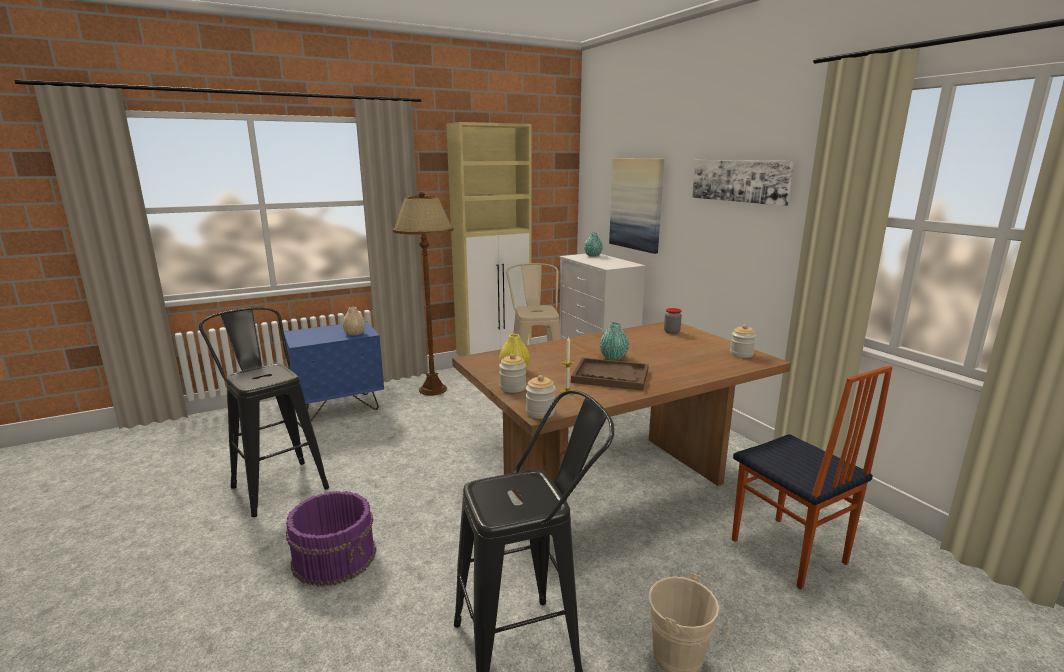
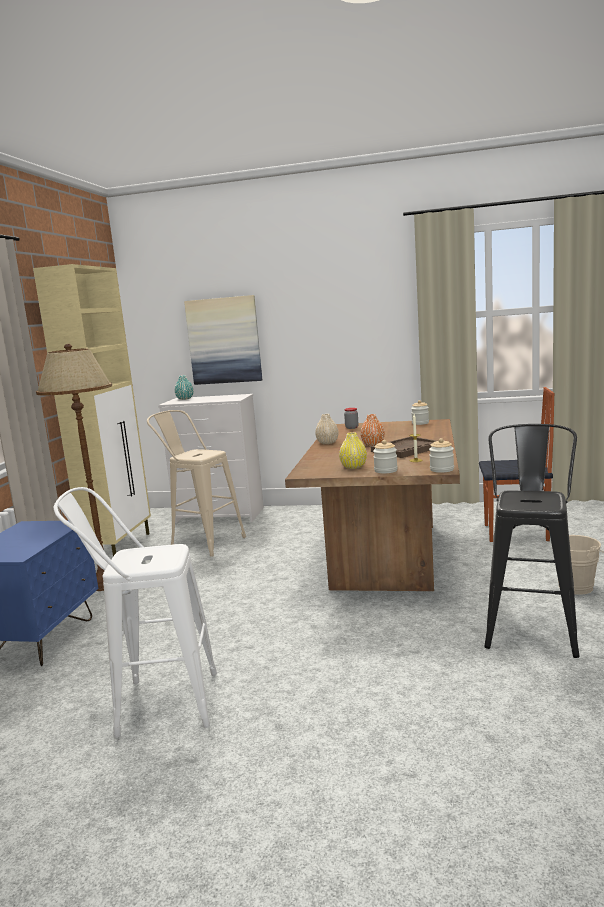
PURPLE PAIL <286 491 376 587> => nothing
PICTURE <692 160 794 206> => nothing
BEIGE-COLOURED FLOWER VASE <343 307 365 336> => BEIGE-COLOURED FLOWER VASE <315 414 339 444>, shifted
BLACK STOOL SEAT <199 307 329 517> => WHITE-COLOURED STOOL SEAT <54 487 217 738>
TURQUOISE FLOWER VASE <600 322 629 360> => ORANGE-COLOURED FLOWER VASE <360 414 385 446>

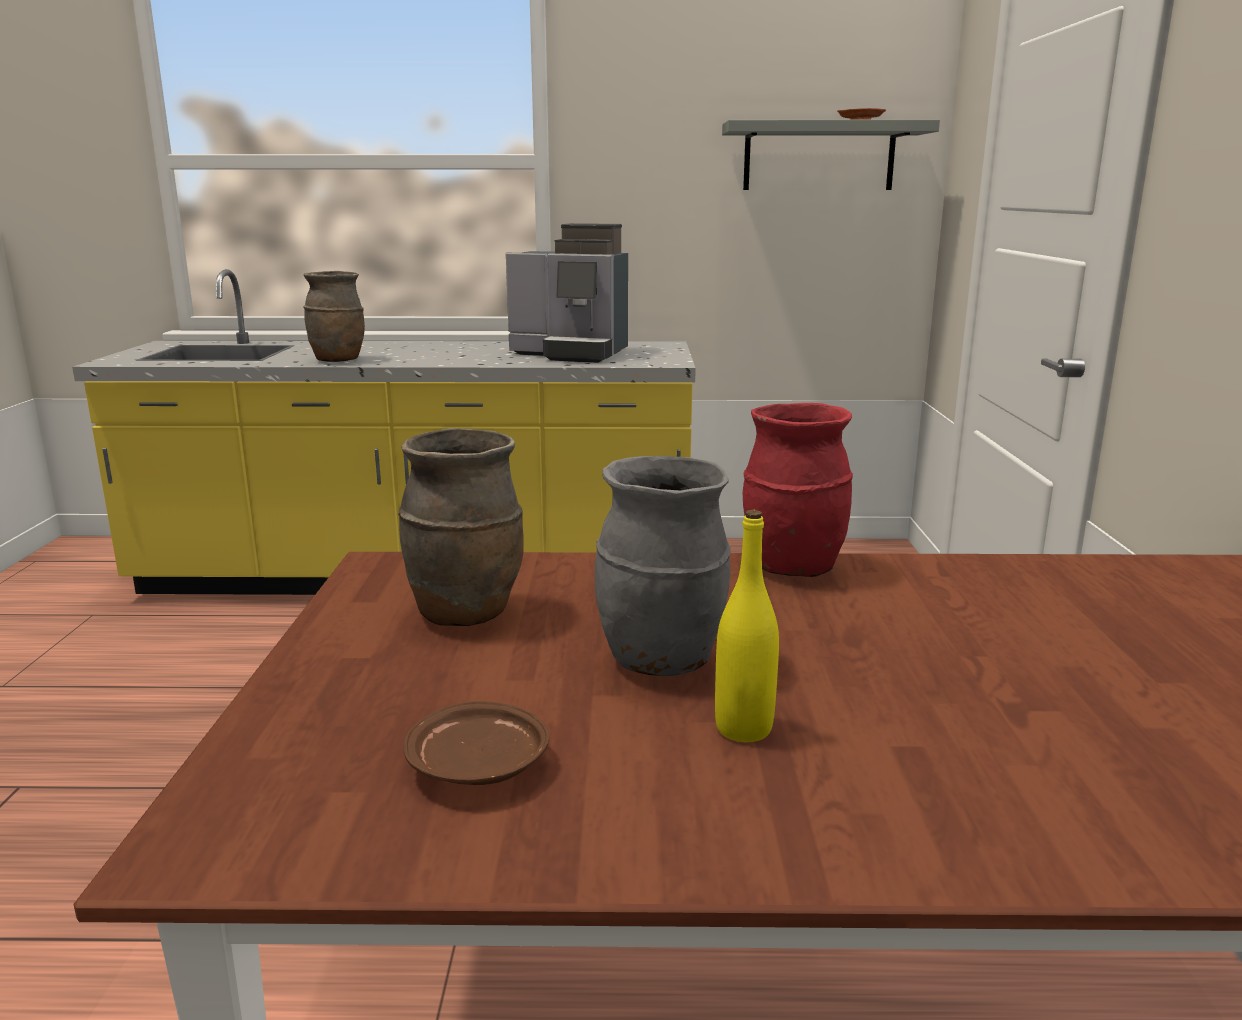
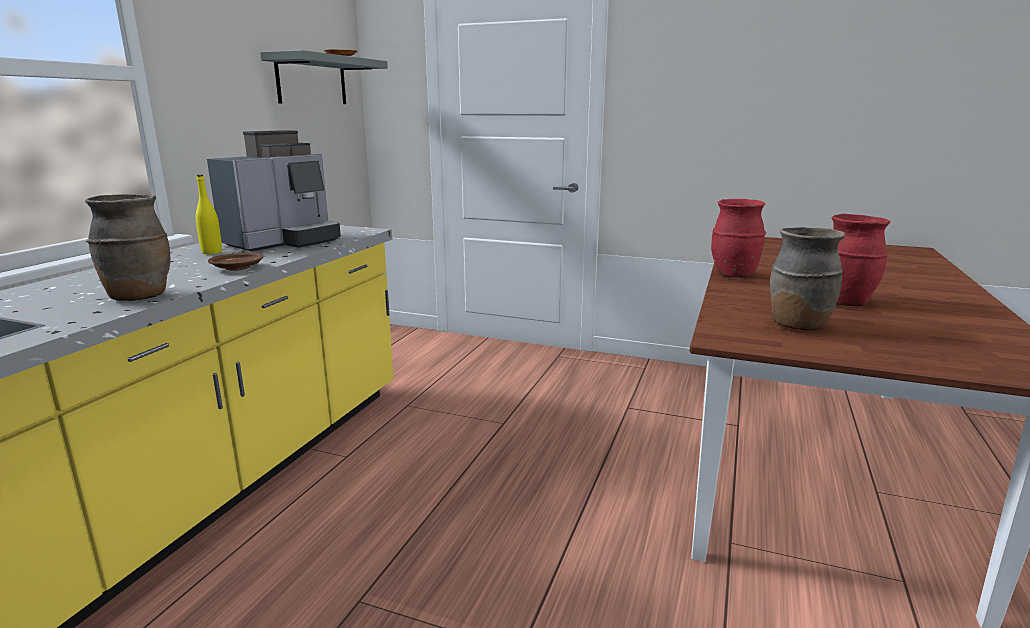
BROWN DINNER PLATE <404 701 549 785> => BROWN DINNER PLATE <208 253 263 271>, shifted
YELLOW BEVERAGE BOTTLE <715 510 779 742> => YELLOW BEVERAGE BOTTLE <196 175 222 254>, shifted
GREY FLOWER VASE <595 456 731 676> => REDDISH FLOWER VASE <831 214 890 306>

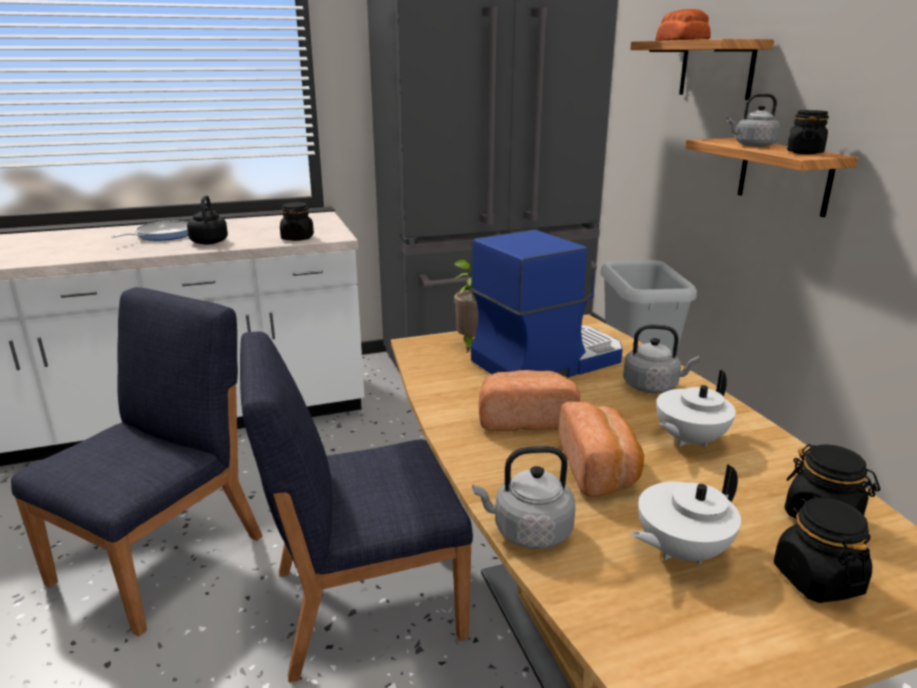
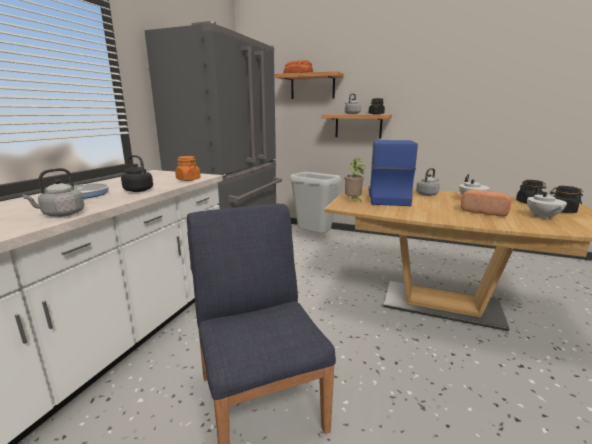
BLUISH UPRIGHT CHAIR <240 331 473 682> => nothing
BAKED BREAD <479 370 580 431> => nothing
GREY KETTLE <472 446 575 549> => GREY KETTLE <22 168 84 217>, shifted
BLACK STORAGE JAR <280 202 314 241> => ORANGE-COLOURED STORAGE JAR <175 156 201 181>

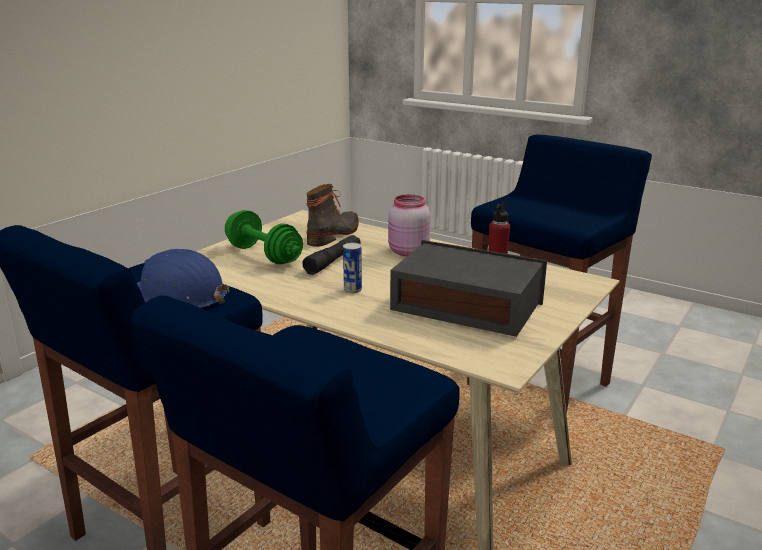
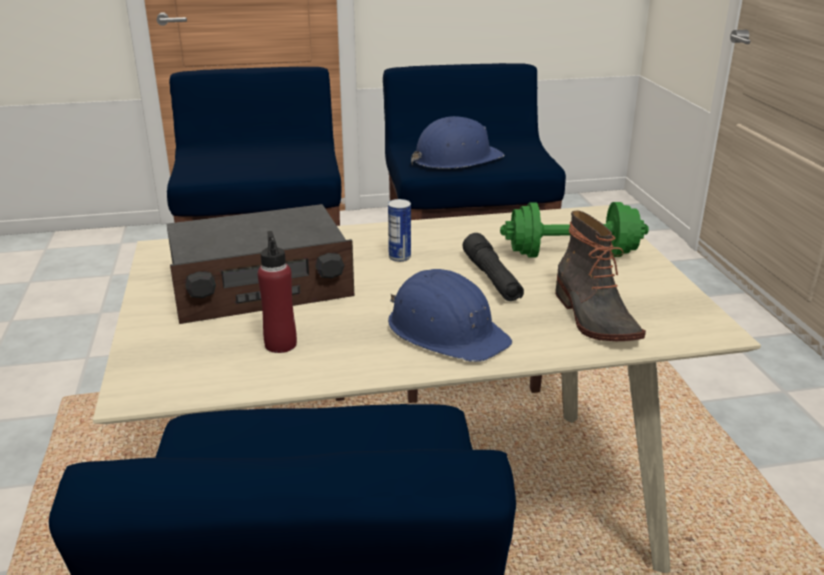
PINK-COLOURED STORAGE JAR <388 195 430 256> => BLUISH WORK HELMET <388 269 512 362>

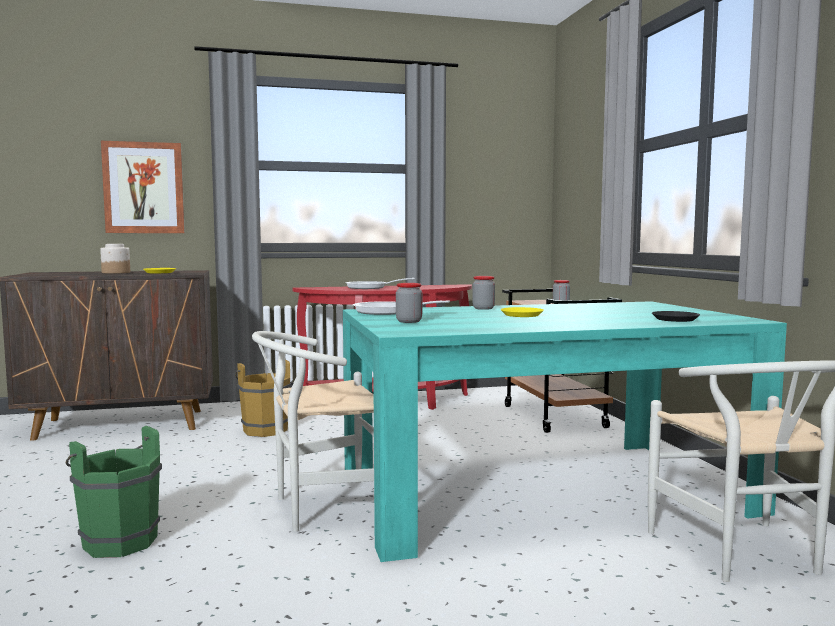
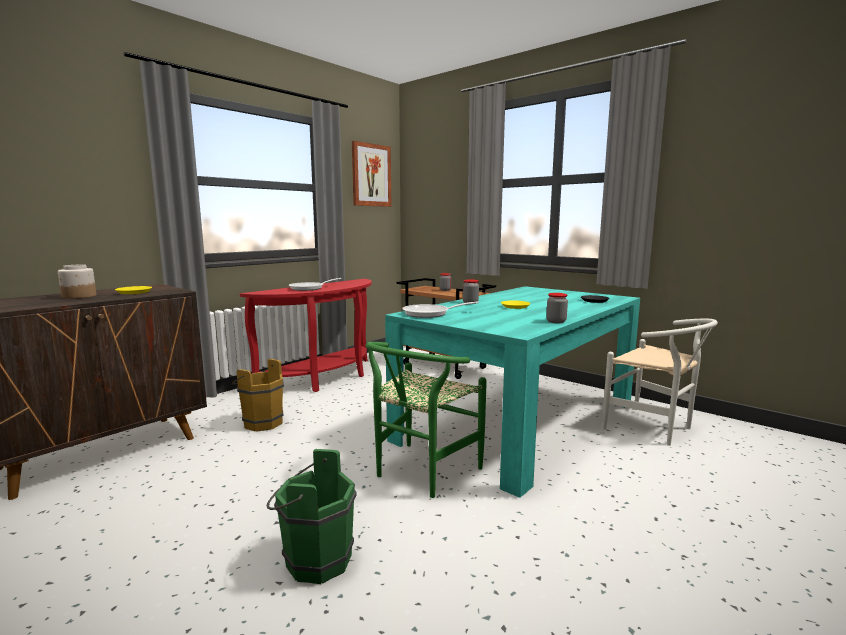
PICTURE <101 141 185 233> => PICTURE <352 141 391 207>, shifted
STORAGE JAR <396 283 422 323> => STORAGE JAR <546 293 568 323>, shifted
WHITE-COLOURED UPRIGHT CHAIR <252 331 374 532> => GREEN UPRIGHT CHAIR <366 342 487 498>

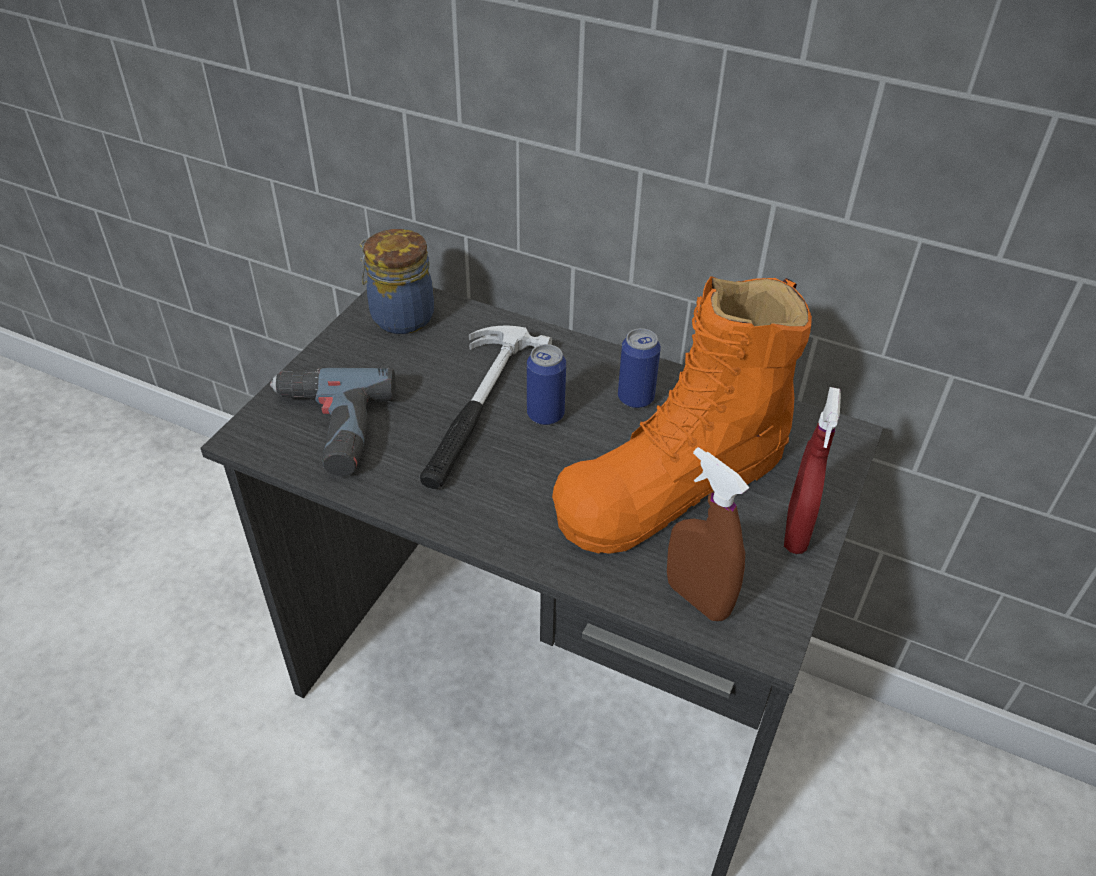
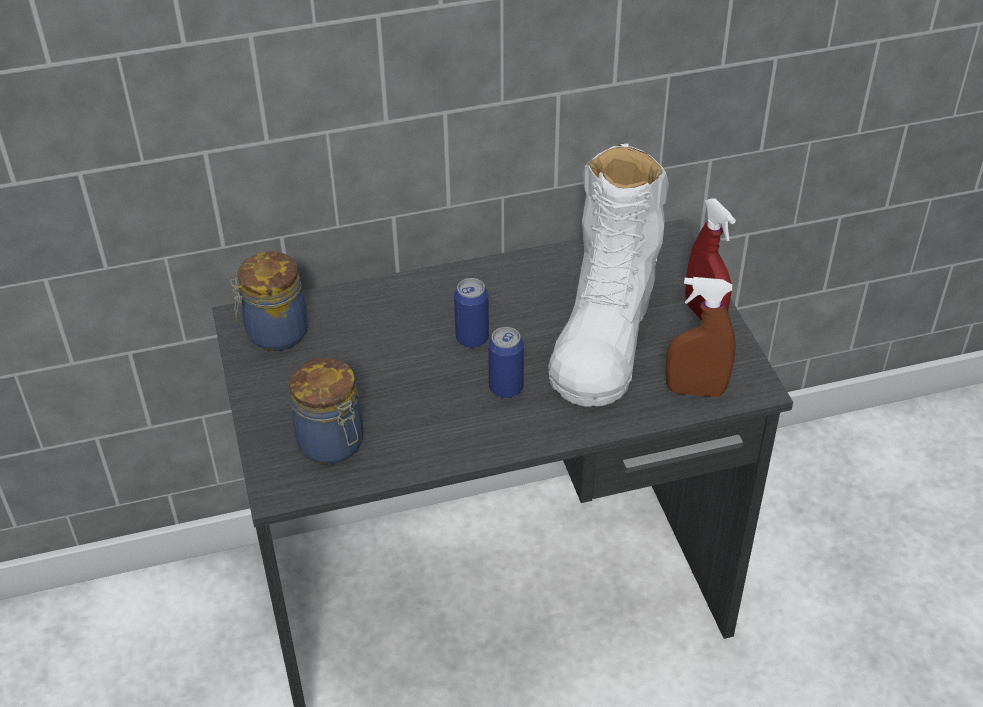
TOOL HAMMER <419 325 552 489> => nothing
METAL CAN <618 328 661 408> => METAL CAN <488 327 524 399>, shifted
ELECTRIC DRILL <270 368 396 476> => STORAGE JAR <289 358 363 464>
ORANGE-COLOURED TALL BOOT <552 276 812 554> => WHITE-COLOURED TALL BOOT <548 143 669 407>

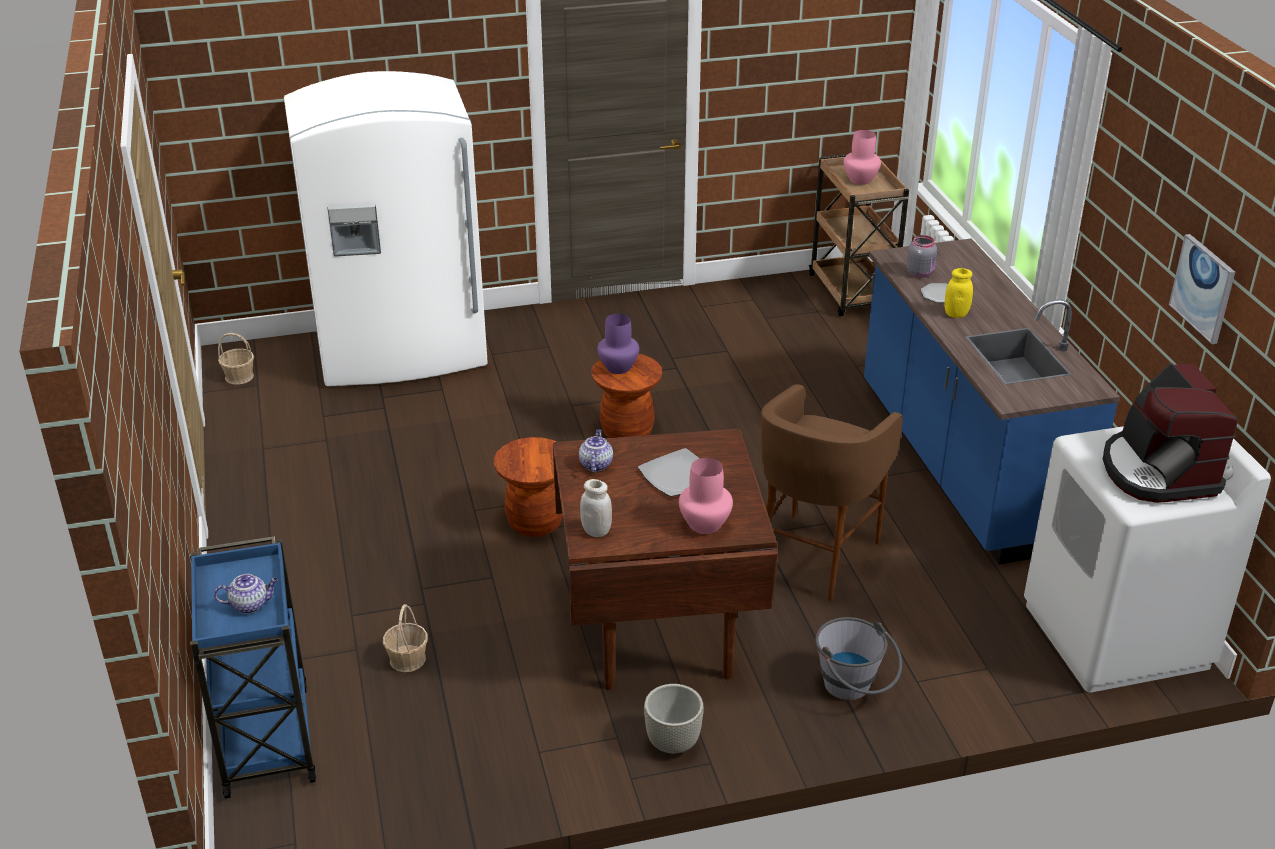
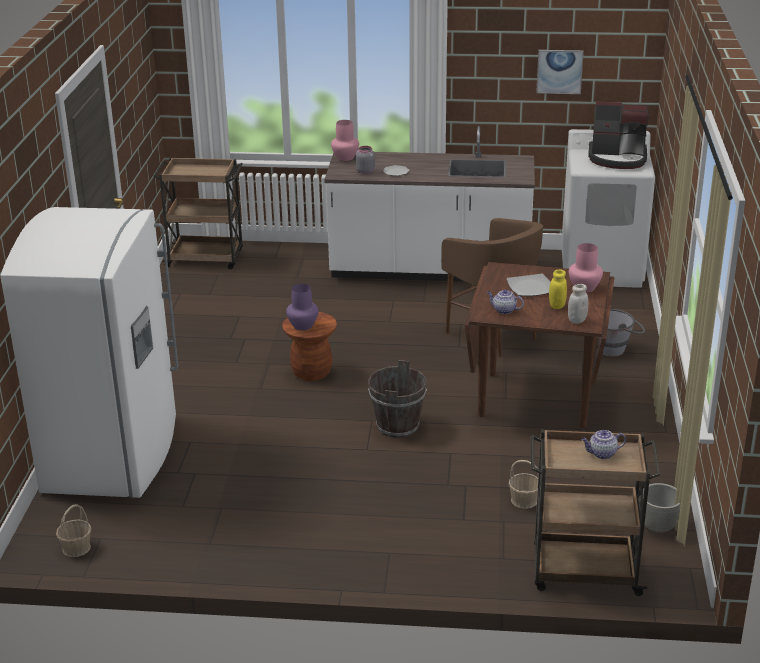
GREY PLANT POT <644 684 704 754> => GREY PLANT POT <643 483 681 533>, shifted
PINK-COLOURED FLOWER VASE <843 130 881 185> => PINK-COLOURED FLOWER VASE <331 120 359 161>, shifted
YELLOW STORAGE JAR <944 268 973 318> => YELLOW STORAGE JAR <549 269 567 309>, shifted
BROWN STOOL SEAT <494 437 563 537> => BROWN PAIL <368 360 427 438>
BLUISH CART <190 536 316 799> => BROWN CART <531 429 660 596>
BLUISH KITCHEN COUNTER <864 238 1120 564> => WHITE-COLOURED KITCHEN COUNTER <324 126 535 282>
TEAPOT <214 574 278 614> => TEAPOT <581 430 626 459>, 105 degrees counterclockwise

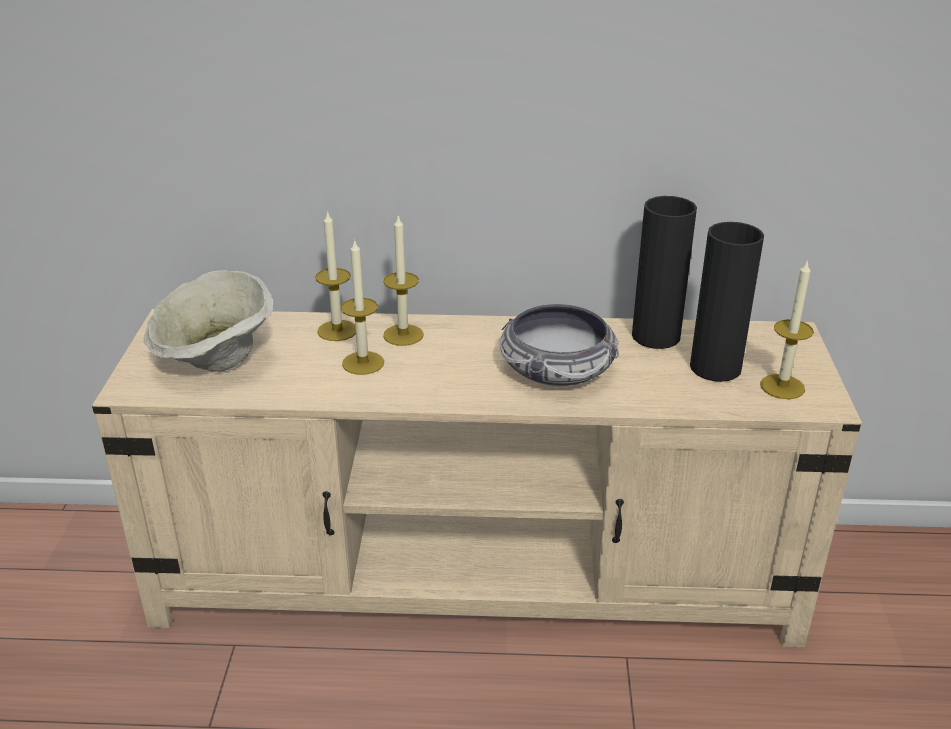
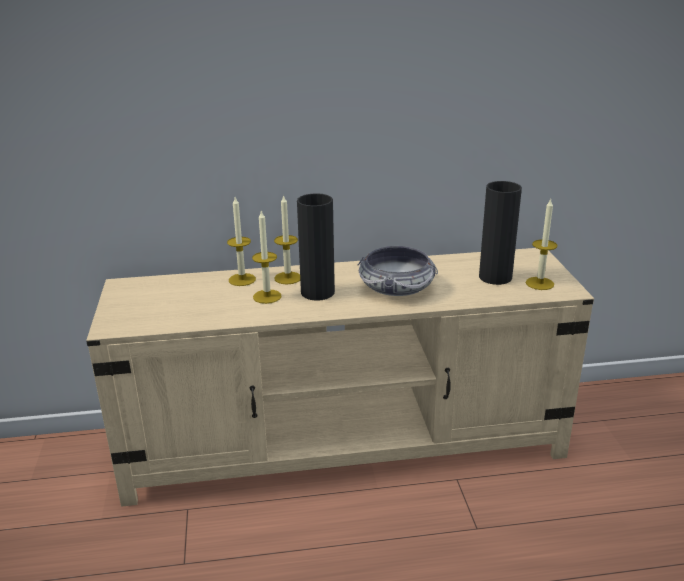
BEIGE-COLOURED SERVING BOWL <143 270 274 372> => nothing
BLACK FLOWER VASE <632 196 697 349> => BLACK FLOWER VASE <297 193 335 301>, shifted

